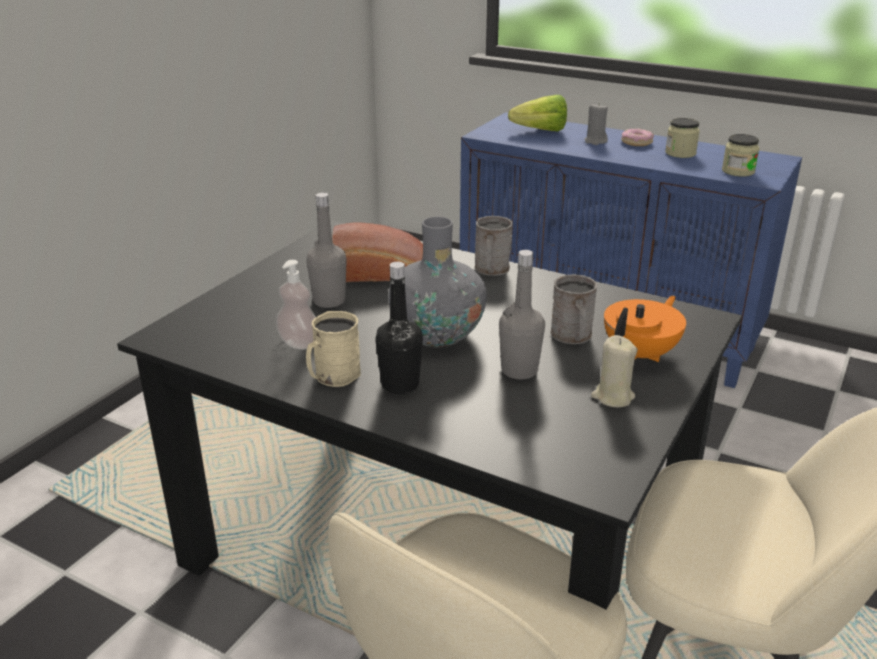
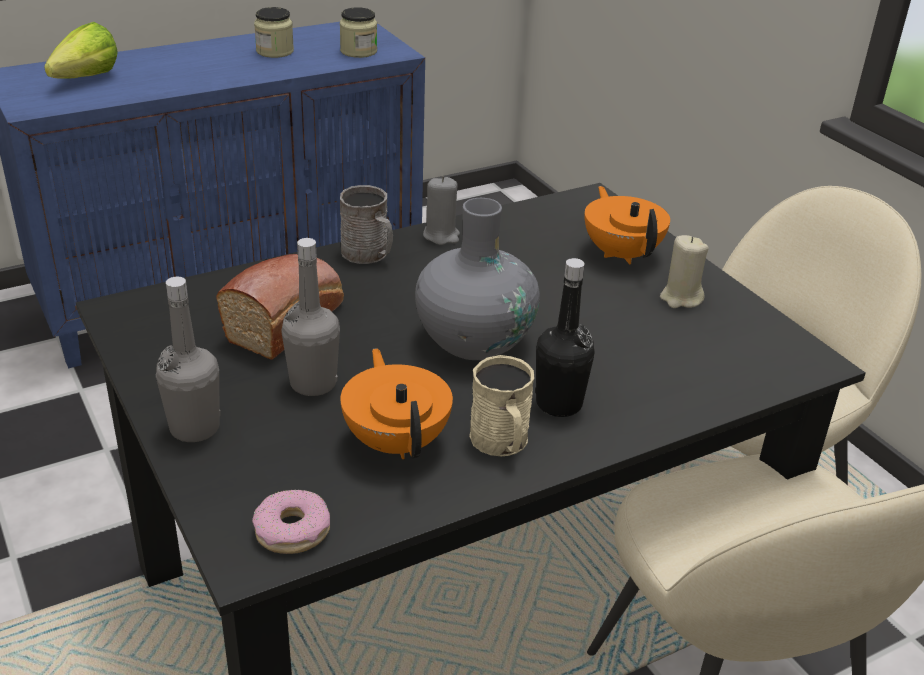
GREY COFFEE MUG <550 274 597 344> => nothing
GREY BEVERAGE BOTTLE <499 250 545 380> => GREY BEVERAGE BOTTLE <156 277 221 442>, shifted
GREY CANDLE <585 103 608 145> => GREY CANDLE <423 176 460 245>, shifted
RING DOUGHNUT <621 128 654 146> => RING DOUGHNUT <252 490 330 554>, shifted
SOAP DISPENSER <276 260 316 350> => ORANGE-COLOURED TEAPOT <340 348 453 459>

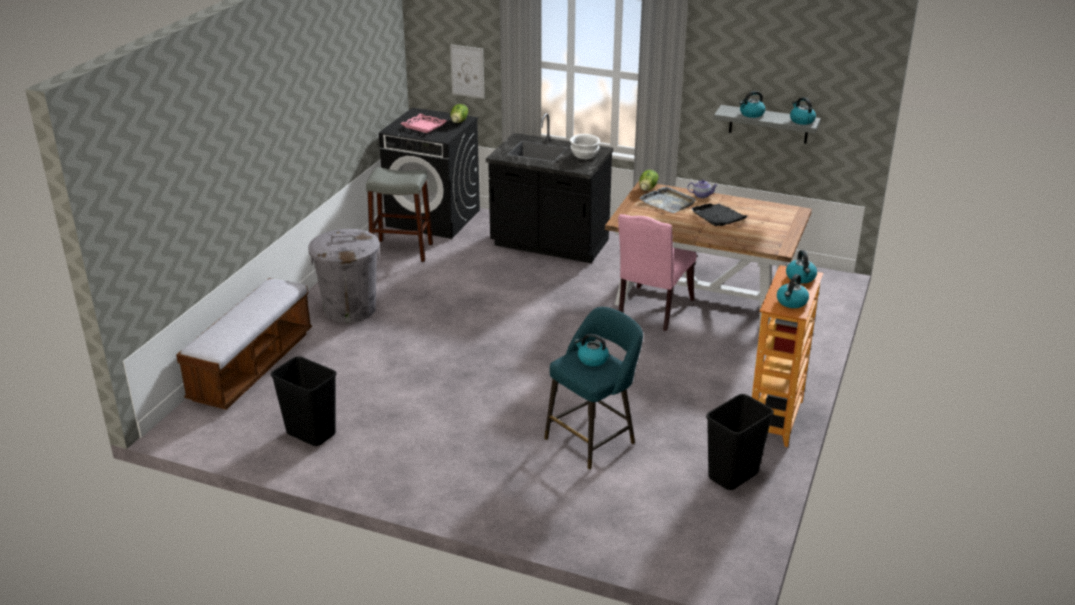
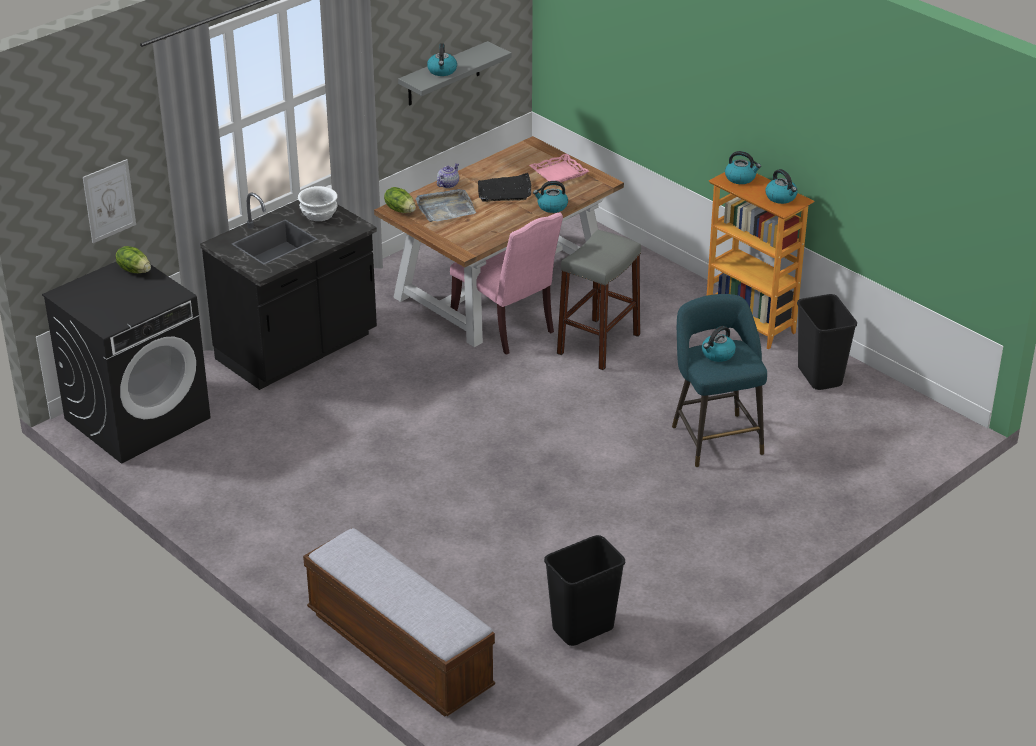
GREY RUBBISH BIN <308 229 380 323> => nothing
GREY STOOL SEAT <366 167 433 262> => GREY STOOL SEAT <557 230 641 370>, shifted
PINK-COLOURED SERVING TRAY <400 114 447 133> => PINK-COLOURED SERVING TRAY <529 154 589 182>, shifted
KETTLE <790 97 816 125> => KETTLE <533 181 568 213>, shifted

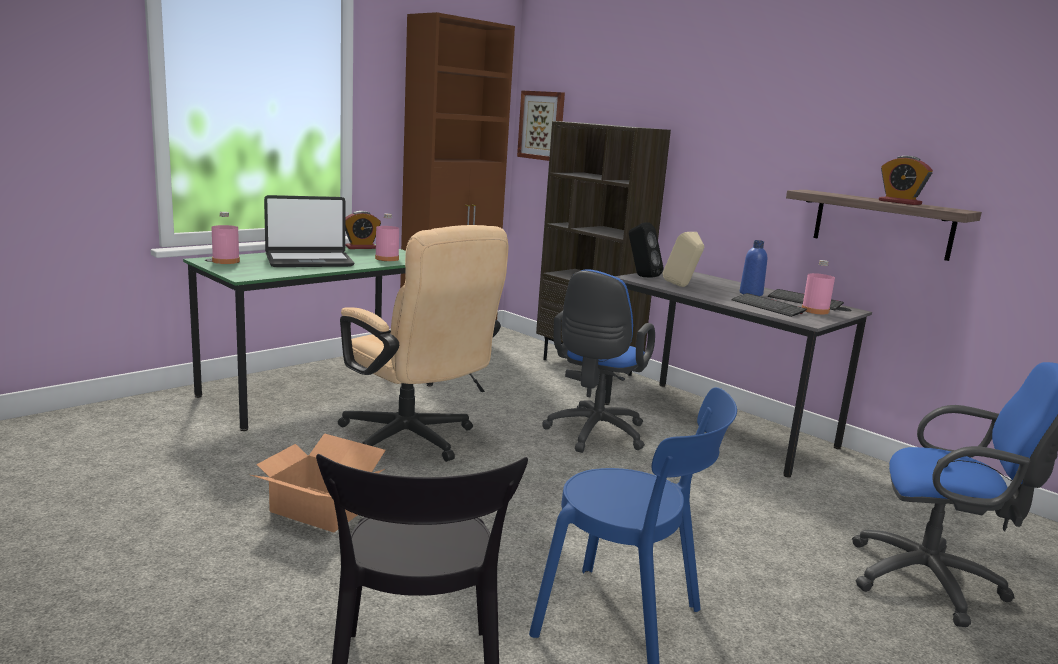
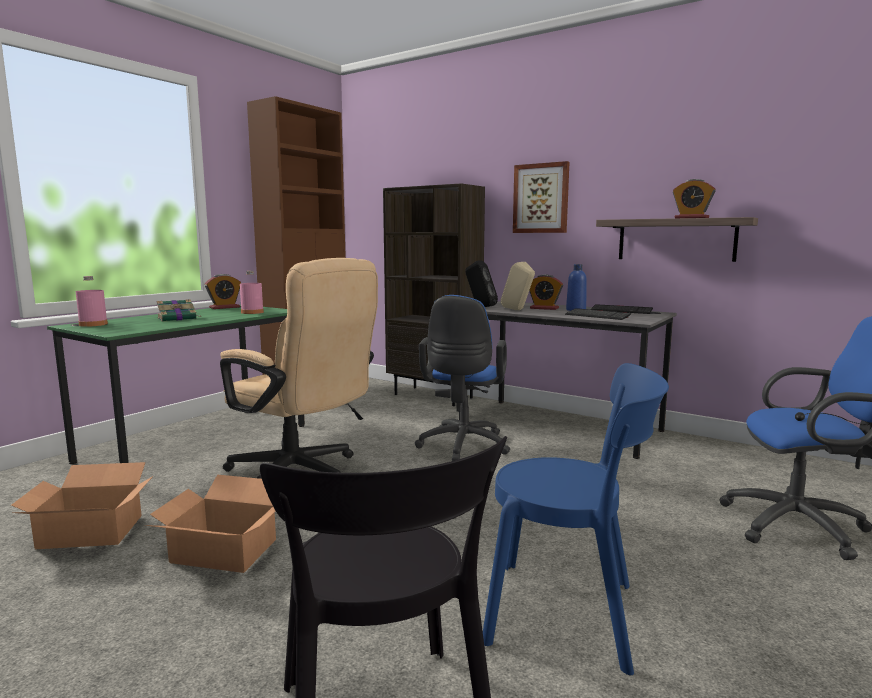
PINK-COLOURED BEVERAGE BOTTLE <802 260 835 314> => nothing
nothing => PACKING BOX <11 462 153 549>
nothing => BEDSIDE CLOCK <529 274 563 310>
PICTURE <517 90 565 161> => PICTURE <513 161 569 233>, shifted
PORTABLE COMPUTER <264 195 355 267> => BOUND BOOK <157 299 202 322>

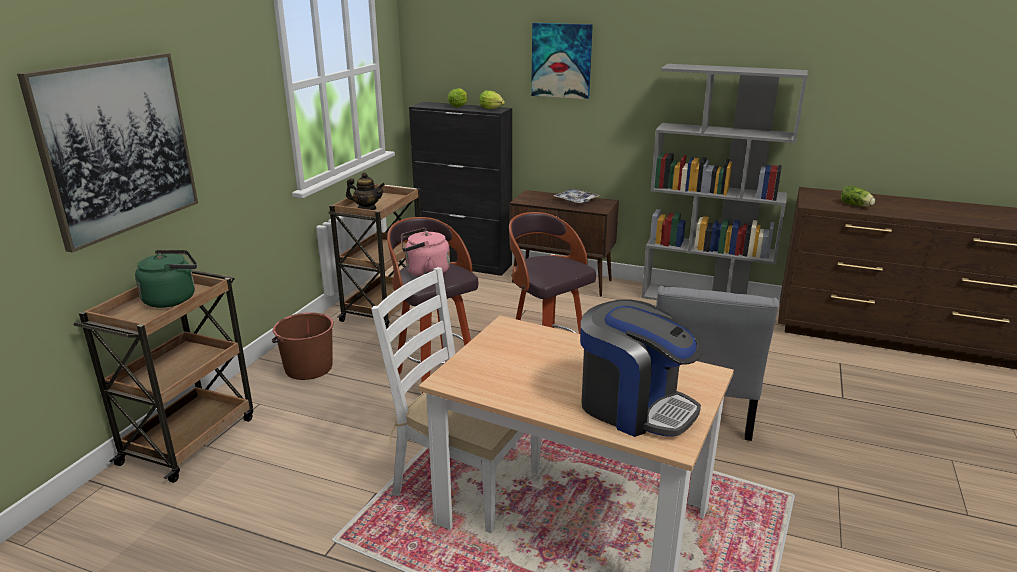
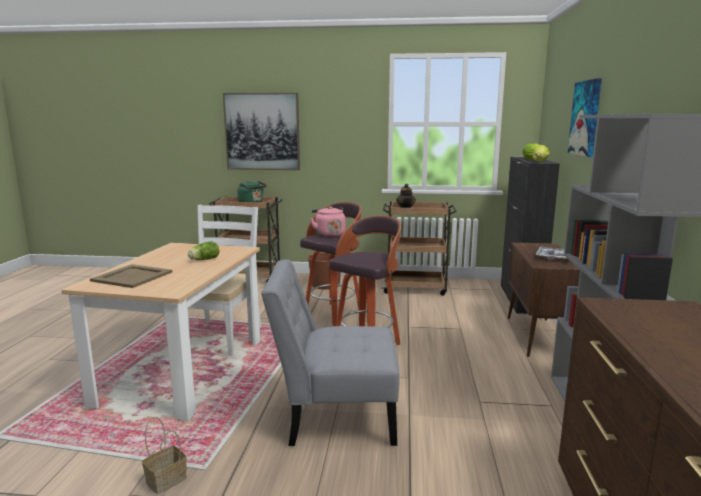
nothing => BASKET <142 417 187 494>
LETTUCE HEAD <841 186 875 207> => LETTUCE HEAD <188 241 219 260>, shifted
COFFEE MAKER <580 299 703 437> => BEIGE-COLOURED SERVING TRAY <90 264 172 288>

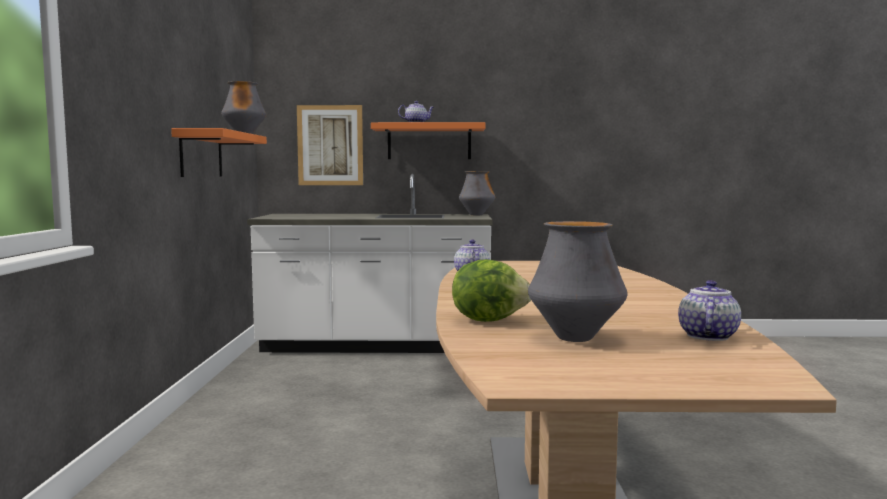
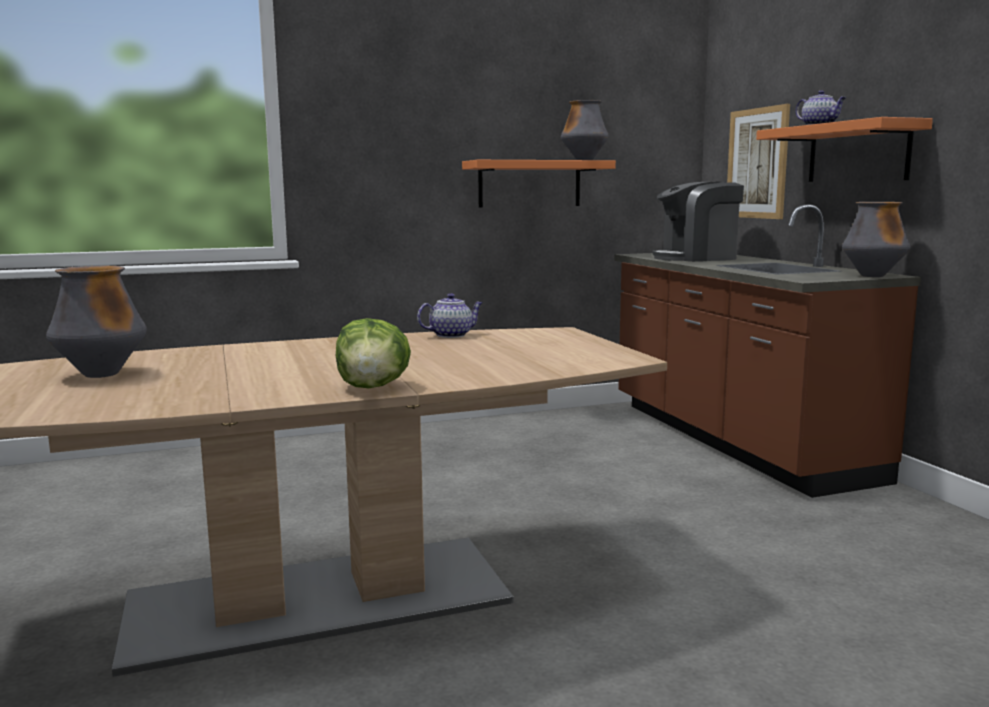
TEAPOT <678 280 741 341> => nothing
nothing => COFFEE MAKER <652 181 744 262>
LETTUCE HEAD <452 259 531 322> => LETTUCE HEAD <336 318 411 388>, shifted
WHITE-COLOURED KITCHEN COUNTER <247 174 493 353> => BROWN KITCHEN COUNTER <614 204 921 498>

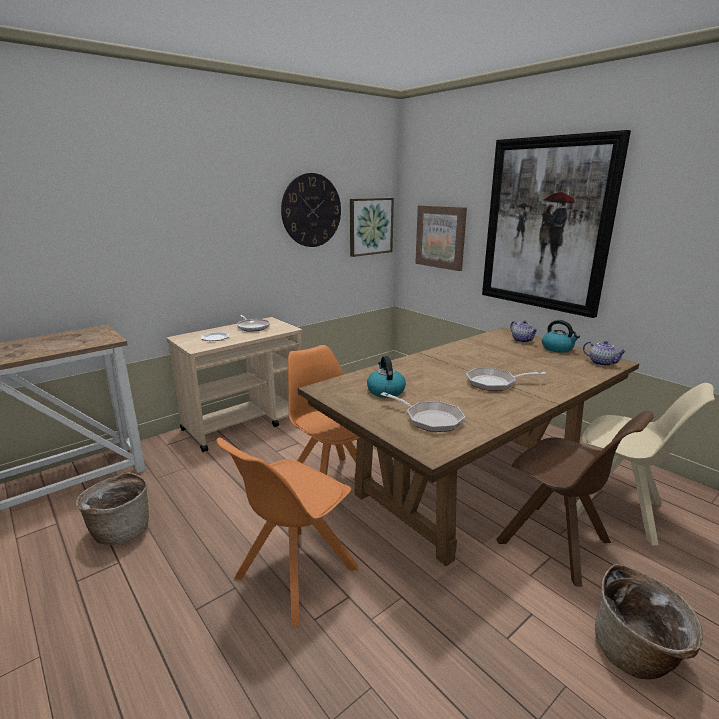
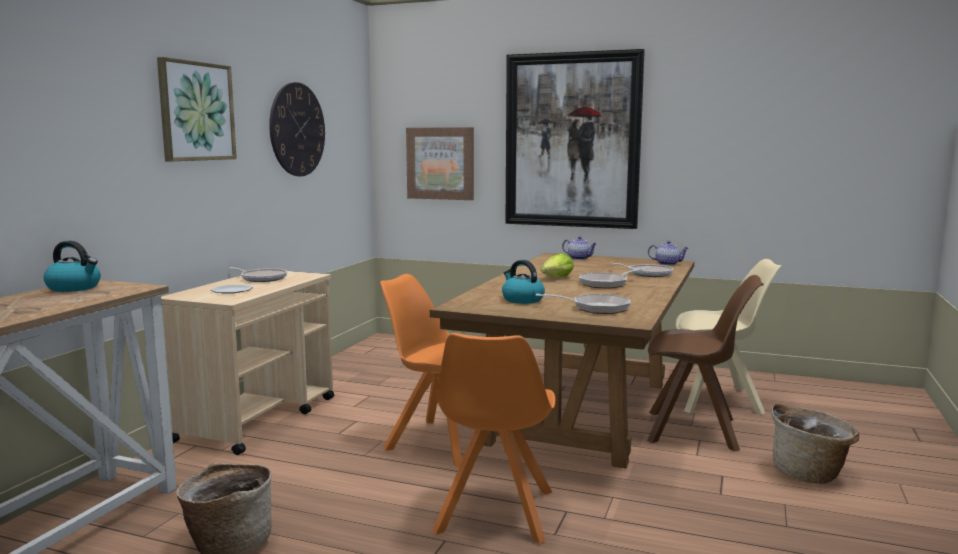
nothing => LETTUCE HEAD <541 253 574 277>
nothing => SKILLET <610 263 673 277>
PICTURE <350 198 394 257> => PICTURE <157 57 237 161>, shifted
KETTLE <542 320 580 353> => KETTLE <44 241 101 292>, shifted

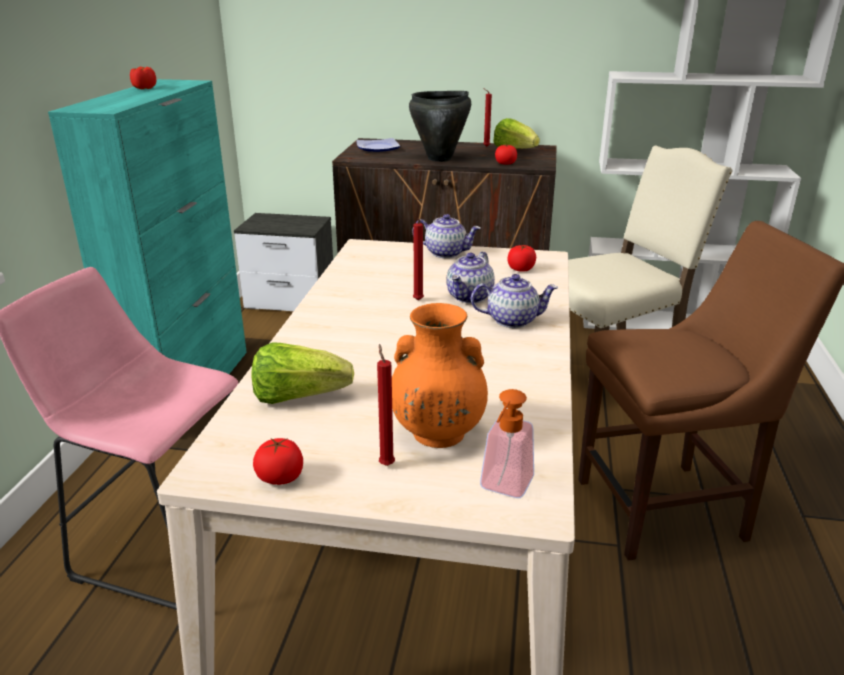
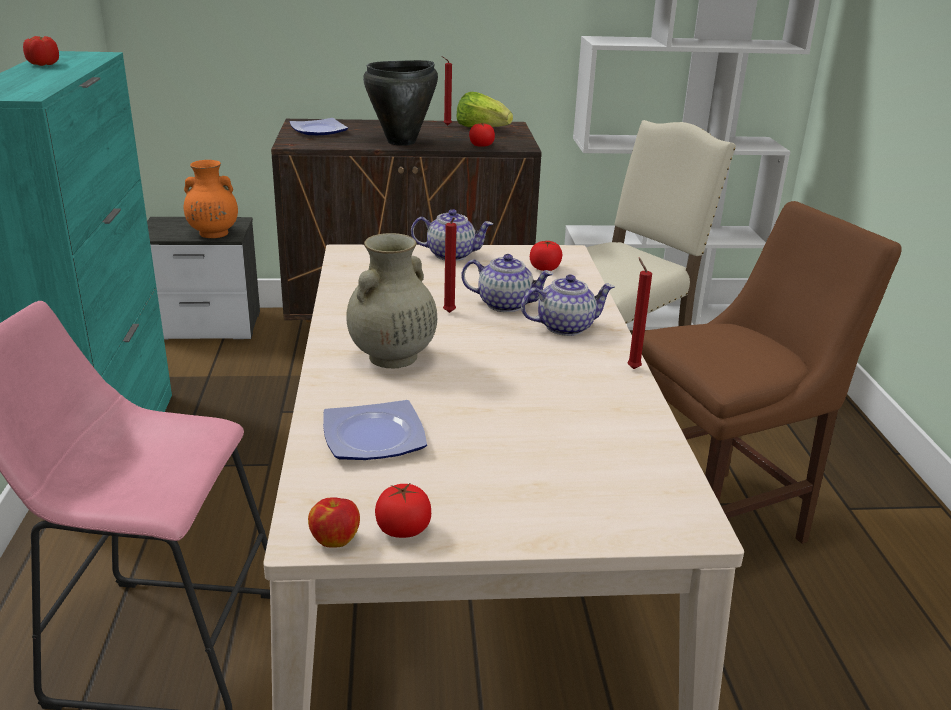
SOAP DISPENSER <480 389 534 498> => nothing
nothing => APPLE FRUIT <308 497 360 548>
nothing => BEIGE-COLOURED FLOWER VASE <346 233 437 368>
REDDISH CANDLE <377 344 395 466> => REDDISH CANDLE <627 257 652 369>, shifted
ORANGE-COLOURED FLOWER VASE <392 303 488 448> => ORANGE-COLOURED FLOWER VASE <184 160 238 238>, shifted
LETTUCE HEAD <252 342 354 404> => DINNER PLATE <323 400 427 460>
TEAPOT <446 251 495 303> => TEAPOT <461 254 553 312>, 90 degrees counterclockwise

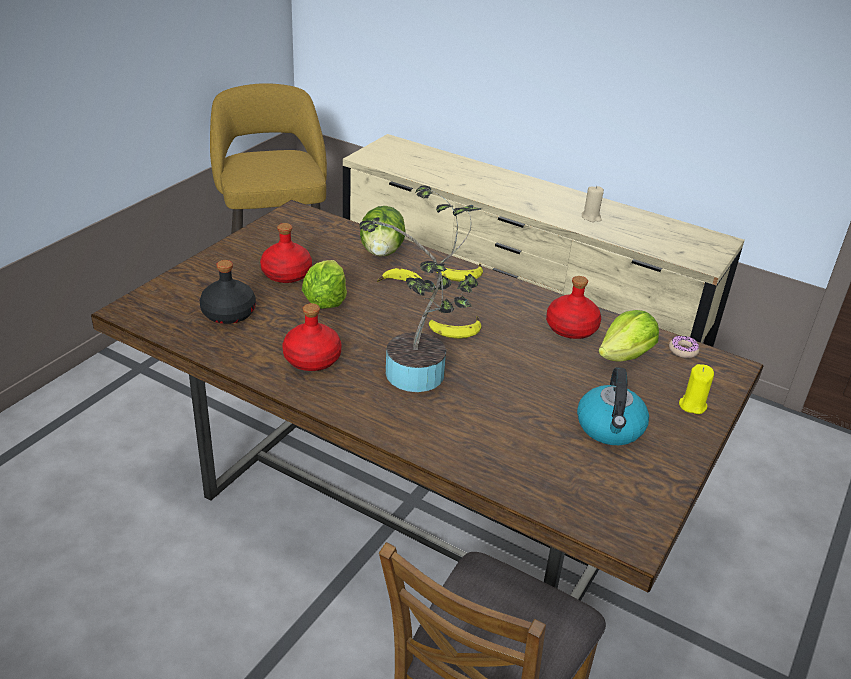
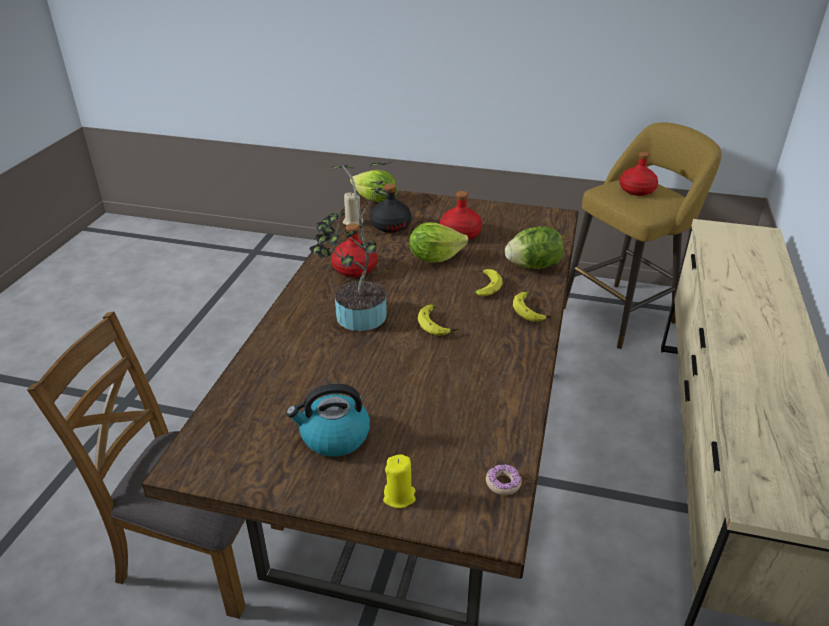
REDDISH BEVERAGE BOTTLE <546 276 601 339> => REDDISH BEVERAGE BOTTLE <620 152 658 196>, shifted
BEIGE-COLOURED CANDLE <582 186 604 222> => BEIGE-COLOURED CANDLE <343 192 363 226>, shifted
LETTUCE HEAD <598 310 659 361> => LETTUCE HEAD <350 170 397 202>, shifted

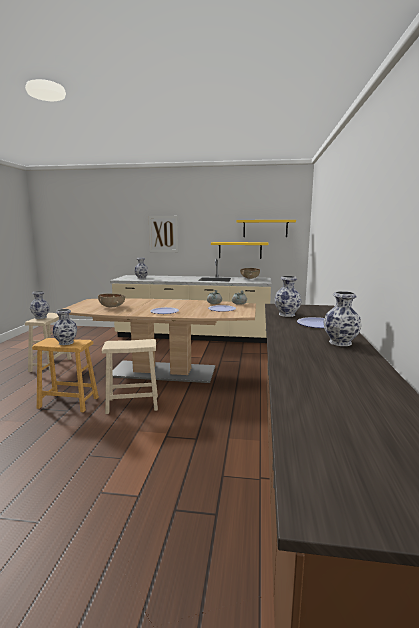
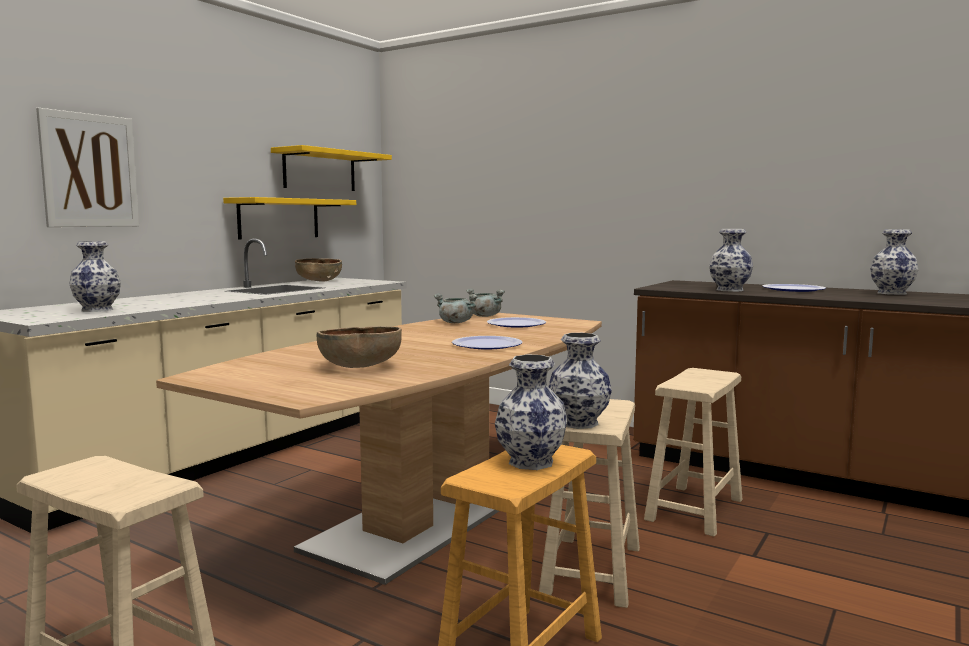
nothing => BEIGE-COLOURED STOOL SEAT <644 368 743 537>
FLOWER VASE <30 291 50 319> => FLOWER VASE <548 333 612 429>, shifted

